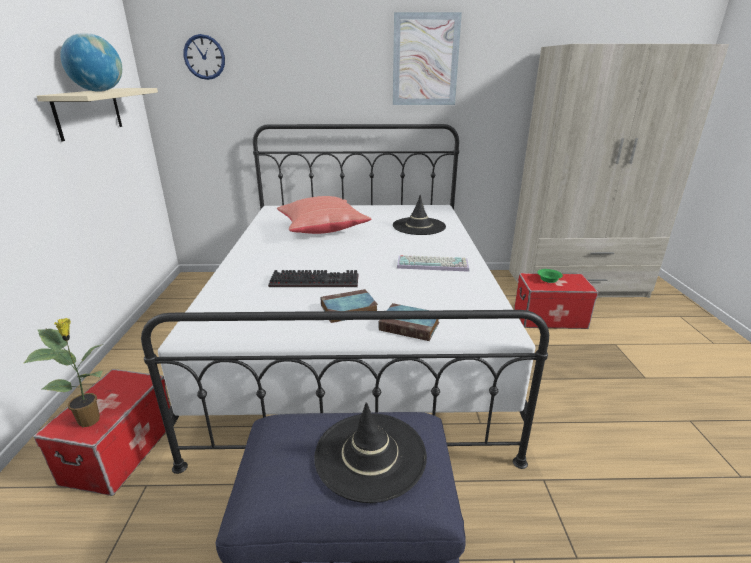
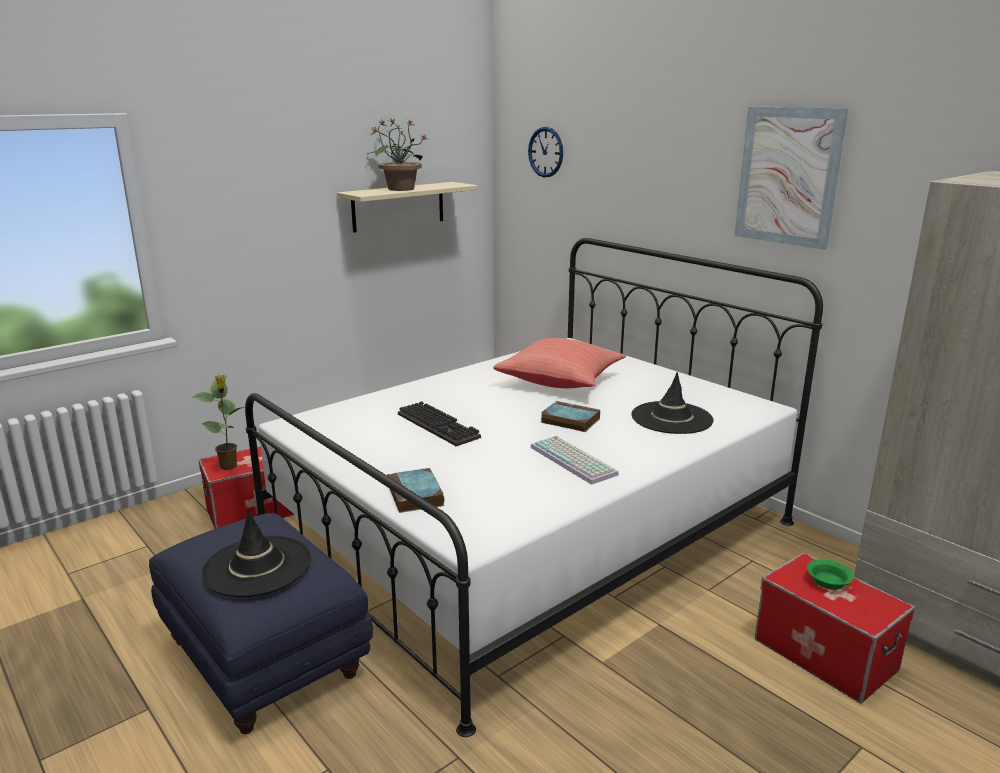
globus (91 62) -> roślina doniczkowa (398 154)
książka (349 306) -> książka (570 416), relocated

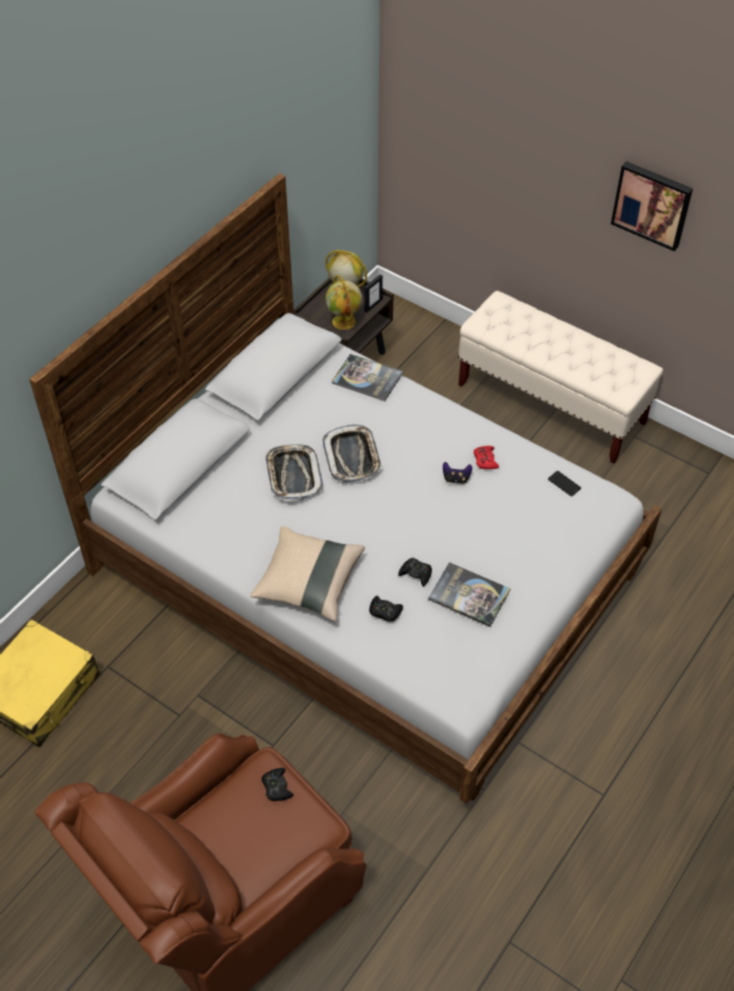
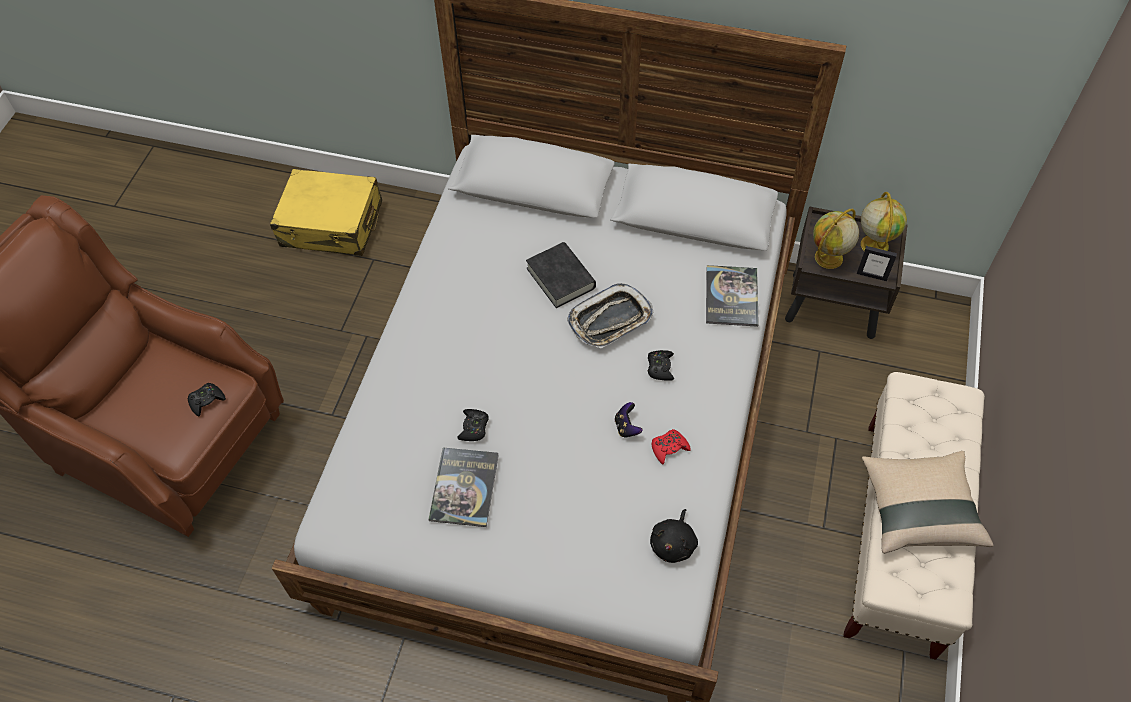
poduszka (beżowy) (307 573) -> poduszka (beżowy) (928 502), relocated
taca (294 473) -> książka (czarny) (561 275)
pad do gier (czarny) (386 609) -> pad do gier (czarny) (661 365), relocated
telefon (564 483) -> pluszak (czarny) (674 536)
obraz (652 206) -> none

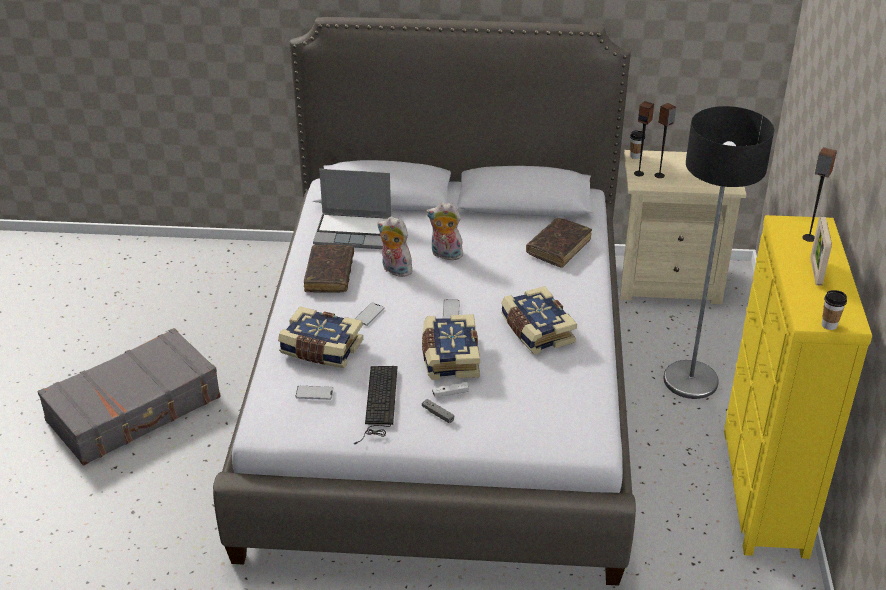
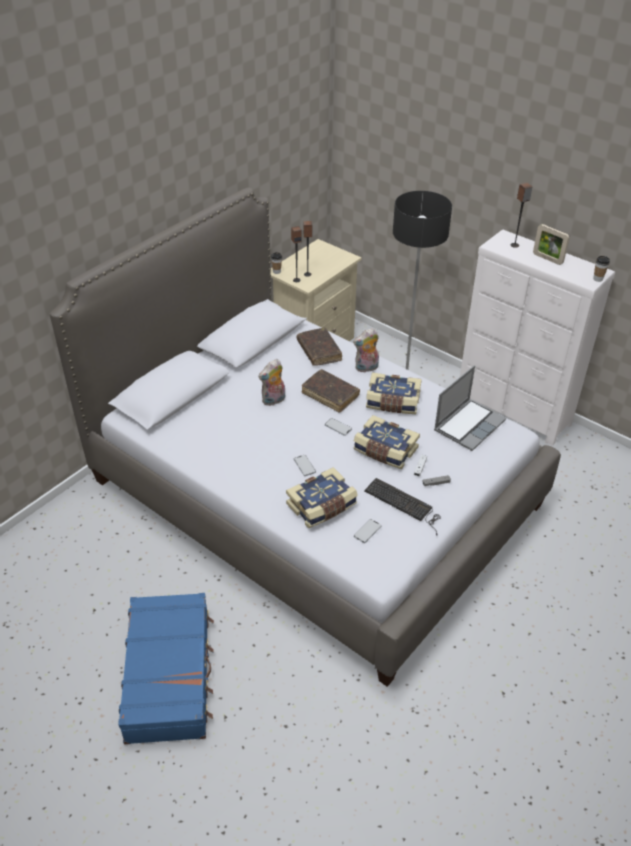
walizka (szary) (129 396) -> walizka (niebieski) (166 668)
książka (brązowy) (329 269) -> książka (brązowy) (331 391), relocated
laptop (352 209) -> laptop (470 408), relocated
pluszak (394 247) -> pluszak (366 350), relocated
komoda (żółty) (798 387) -> komoda (biały) (537 337)

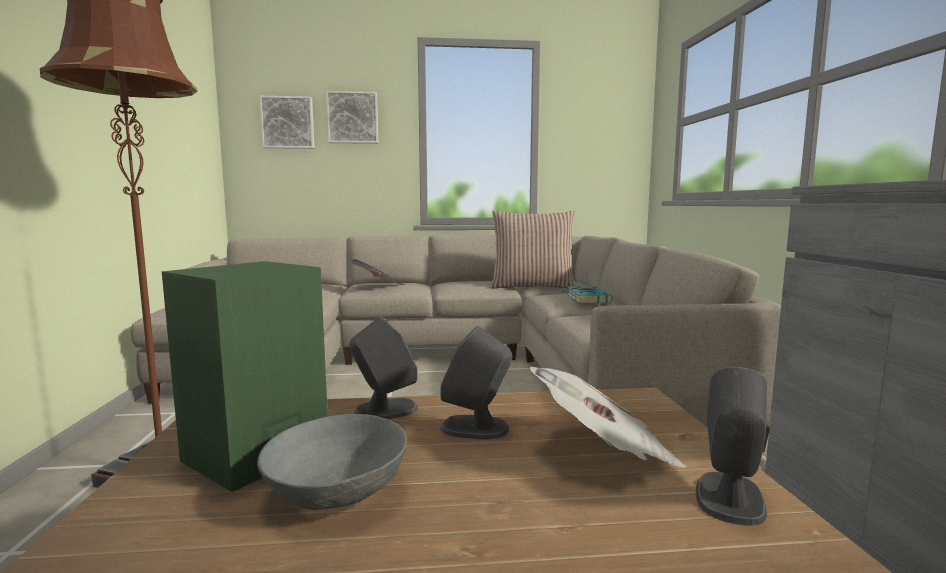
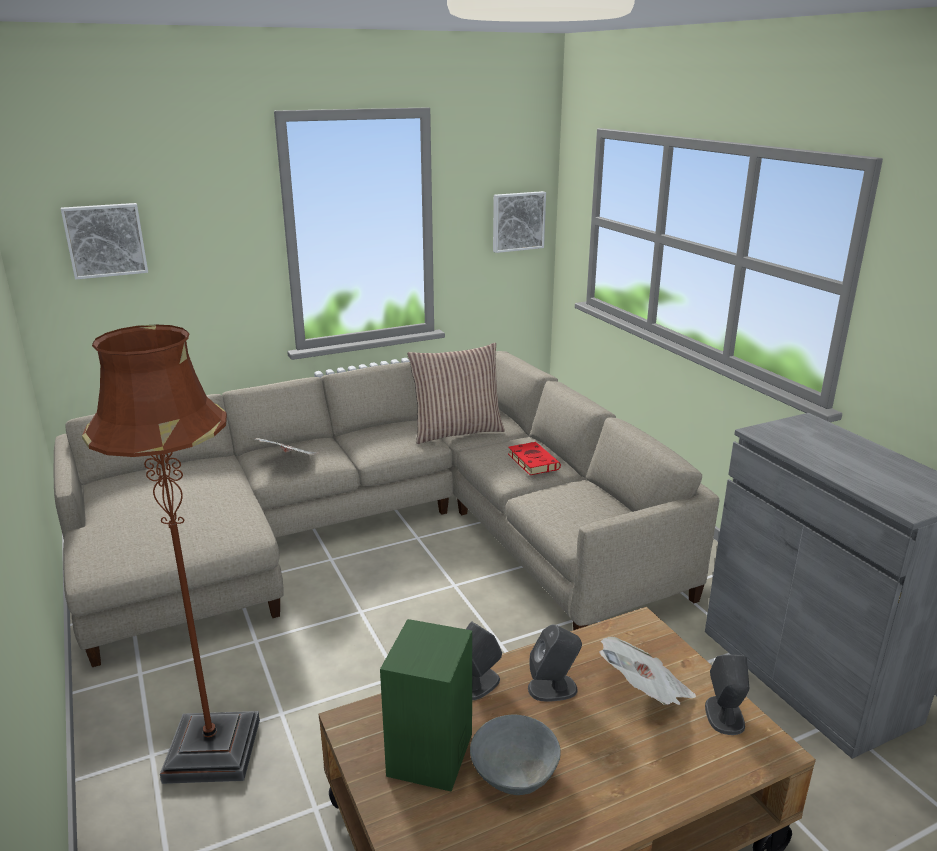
obraz (352 117) -> obraz (519 222), relocated
książka (turkusowy) (590 295) -> książka (czerwony) (534 458)

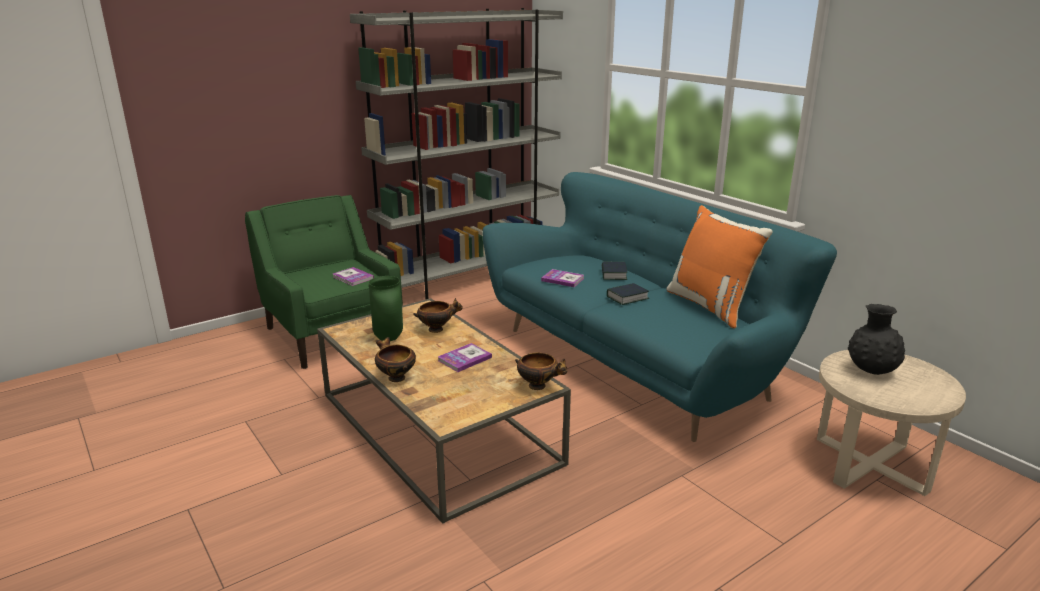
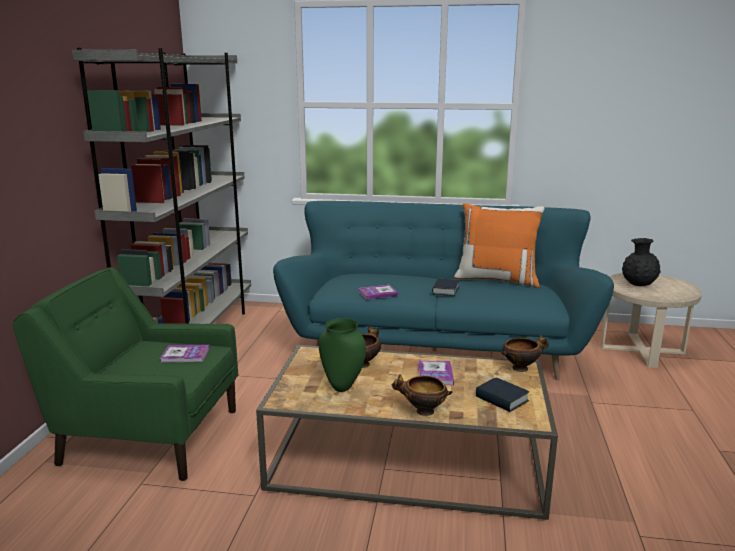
książka (614 271) -> książka (502 395), relocated

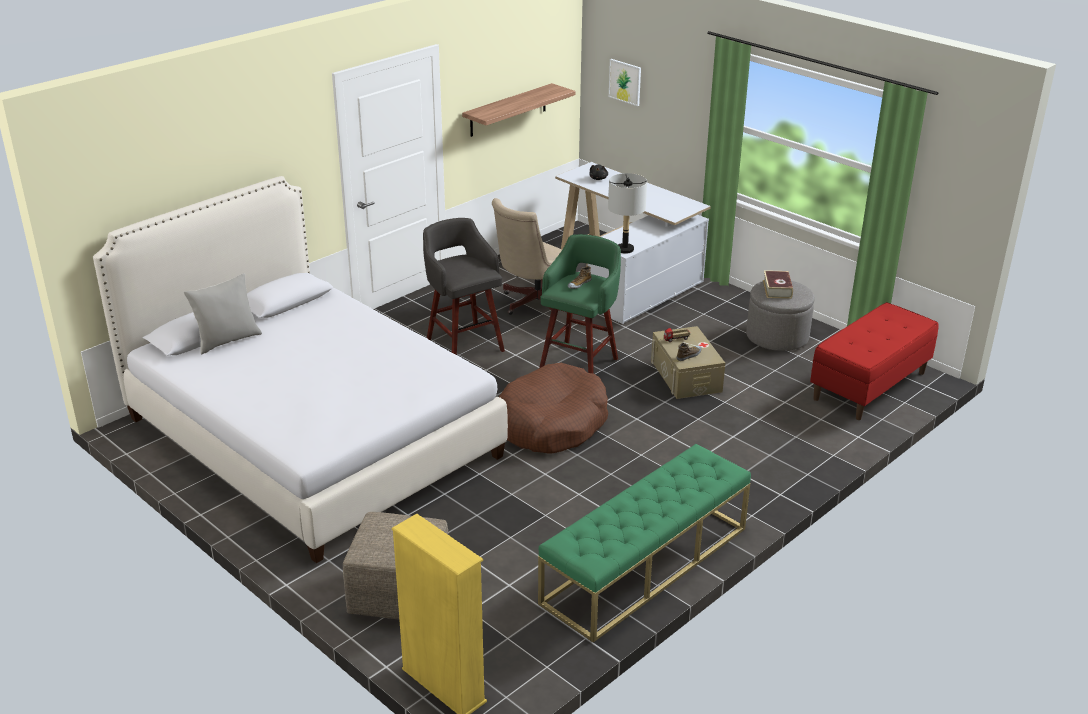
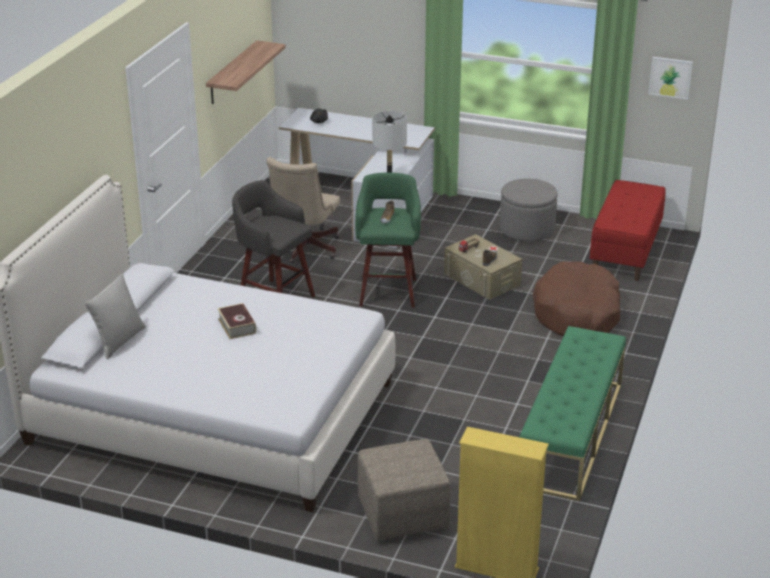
legowisko (brązowy) (553 408) -> legowisko (brązowy) (576 298), relocated
obraz (625 82) -> obraz (671 78), relocated
książka (778 284) -> książka (236 321), relocated

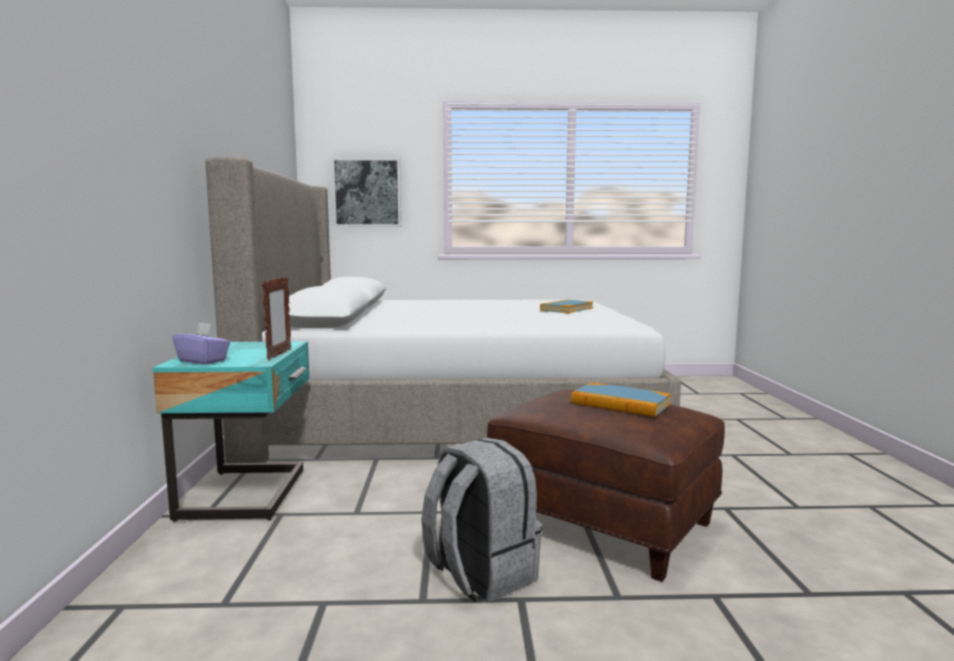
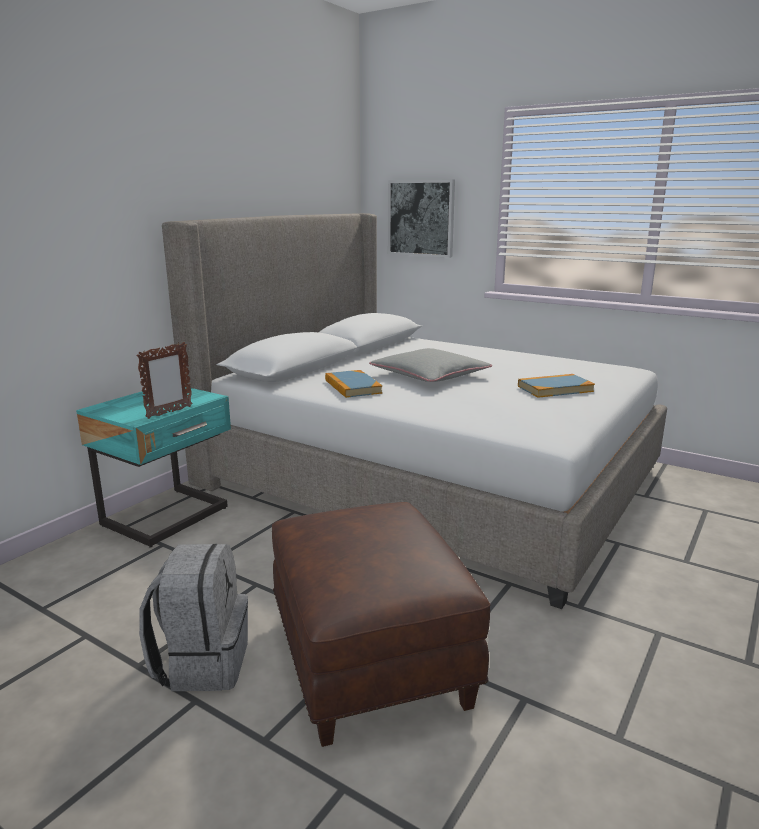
pudełko chusteczek (fioletowy) (201 343) -> none
książka (621 400) -> książka (354 384), relocated
none -> poduszka (szary) (430 365)

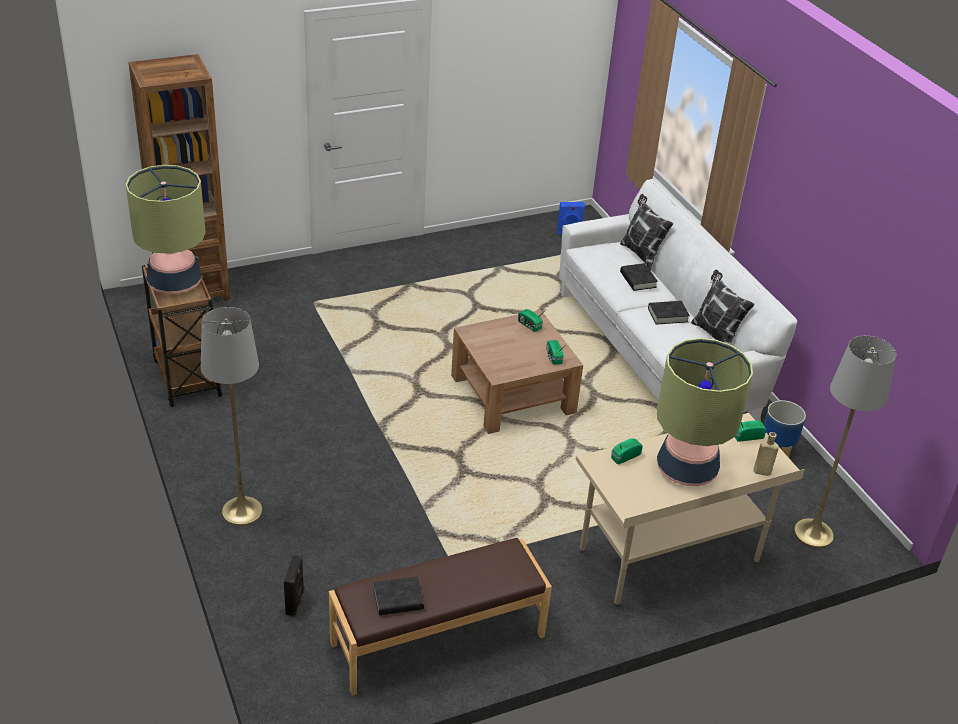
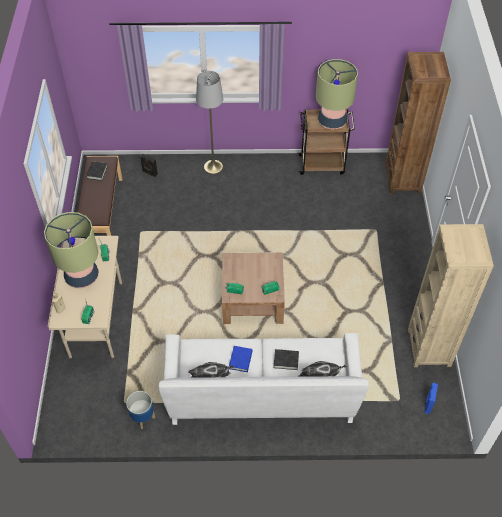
książka (czarny) (669 313) -> książka (niebieski) (241 359)
lampa stojąca (szary) (845 442) -> none
none -> regał (beżowy) (451 295)

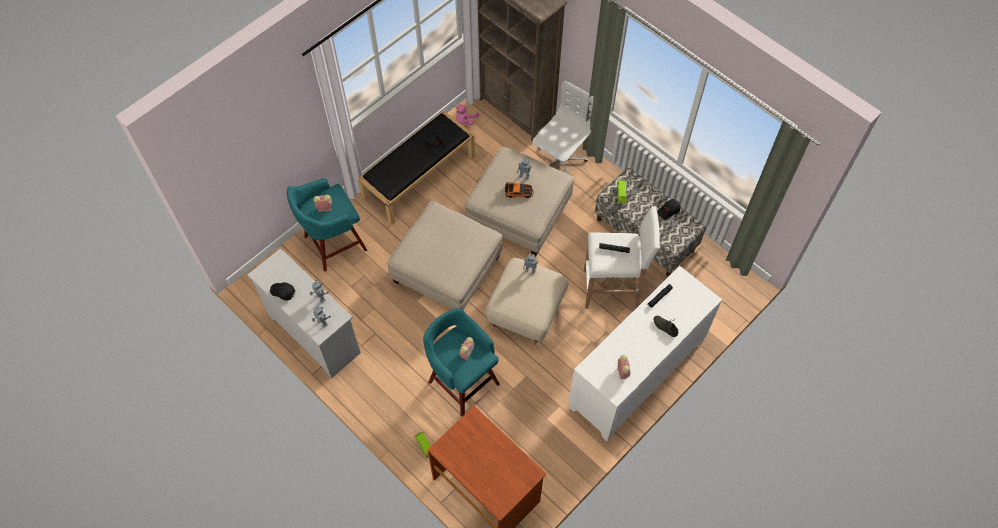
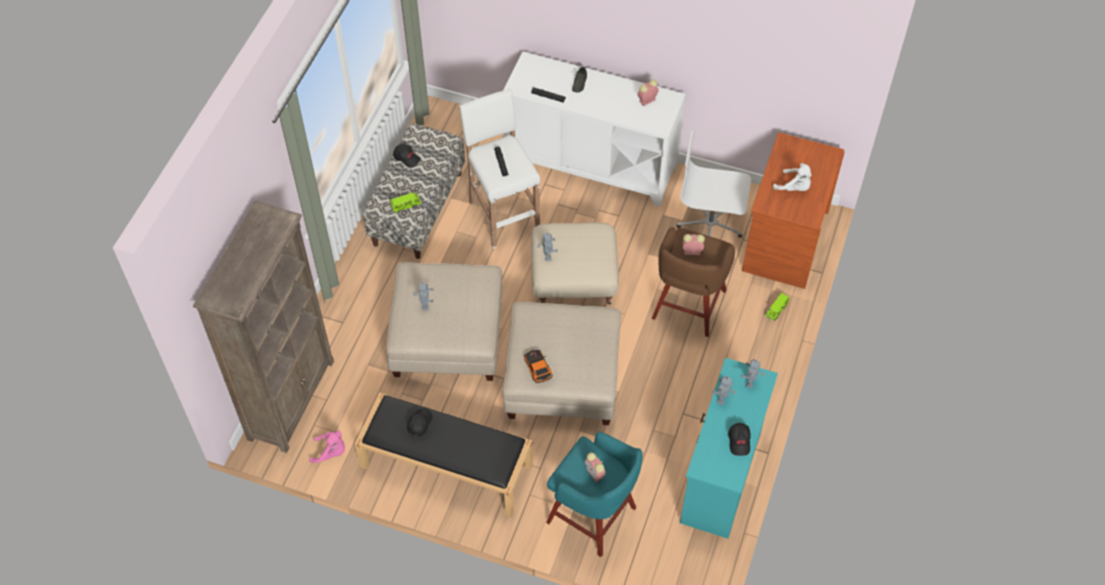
komoda (biały) (304 313) -> komoda (turkusowy) (729 448)
stołek (turkusowy) (461 362) -> stołek (brązowy) (693 282)
samochodzik (519 190) -> samochodzik (538 366), relocated
krzesło biurowe (biały) (563 127) -> krzesło biurowe (biały) (714 184), relocated
none -> pluszak (biały) (792 177)

